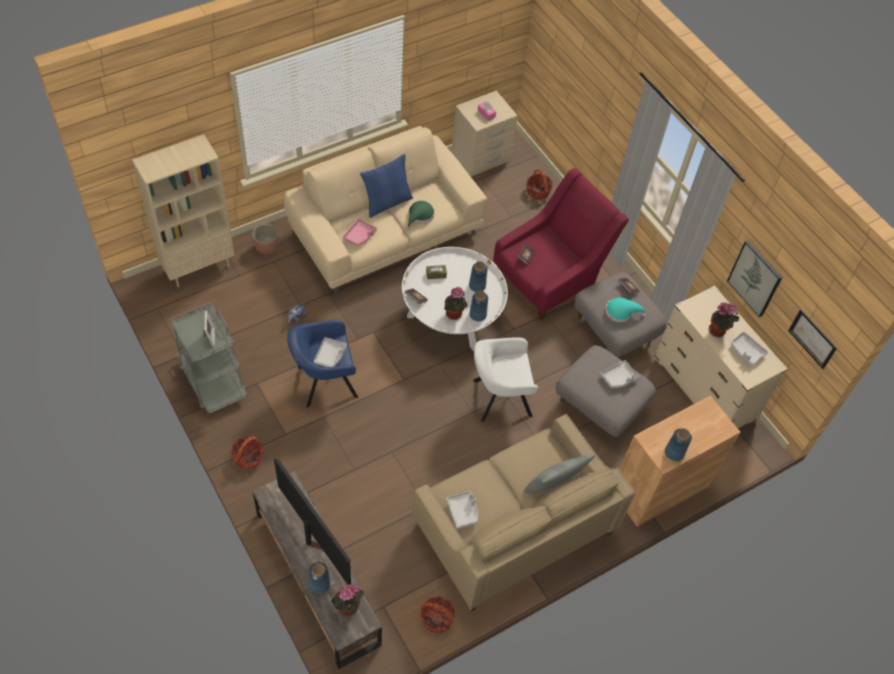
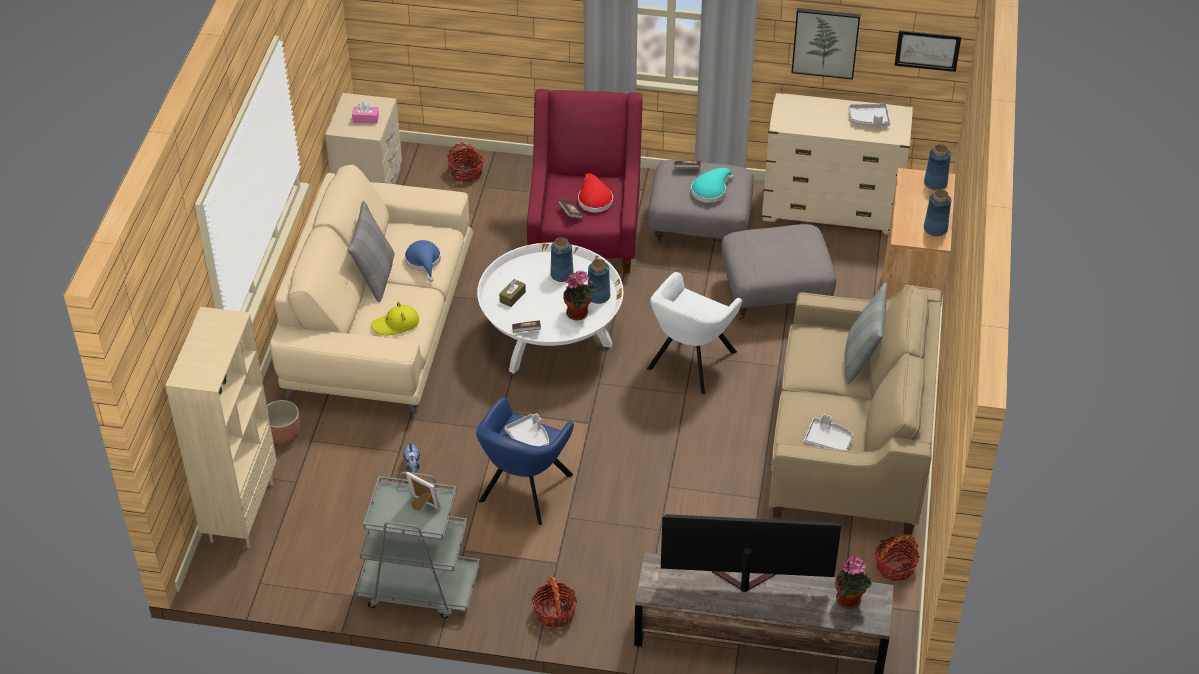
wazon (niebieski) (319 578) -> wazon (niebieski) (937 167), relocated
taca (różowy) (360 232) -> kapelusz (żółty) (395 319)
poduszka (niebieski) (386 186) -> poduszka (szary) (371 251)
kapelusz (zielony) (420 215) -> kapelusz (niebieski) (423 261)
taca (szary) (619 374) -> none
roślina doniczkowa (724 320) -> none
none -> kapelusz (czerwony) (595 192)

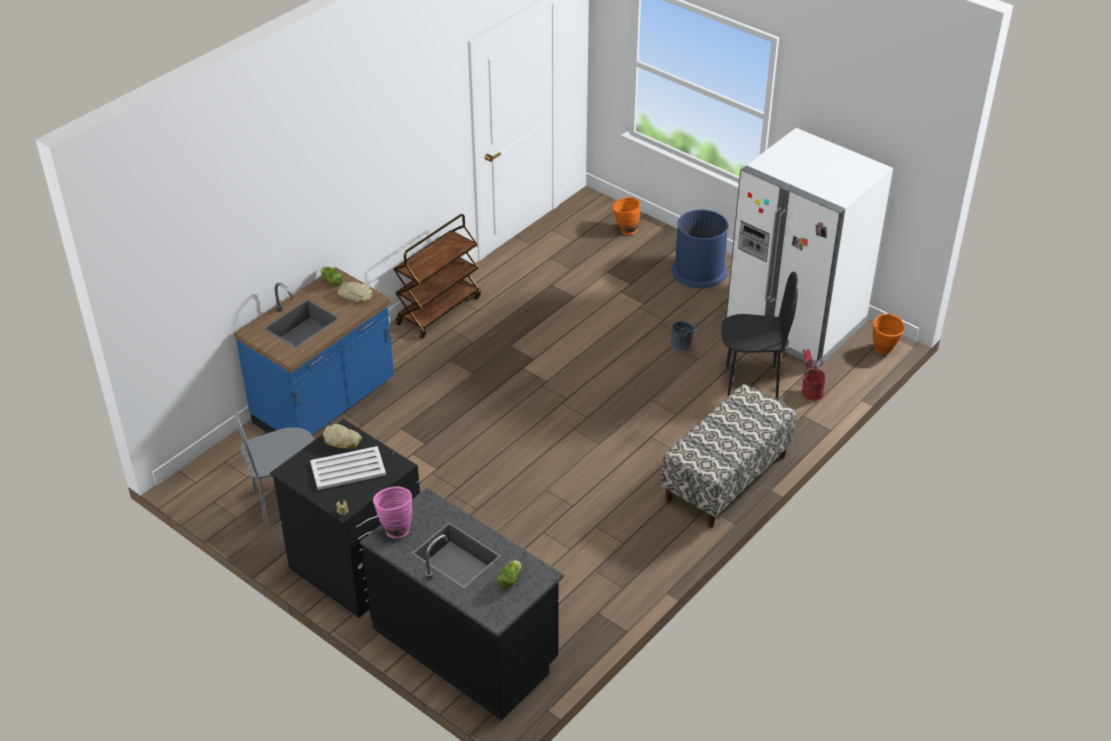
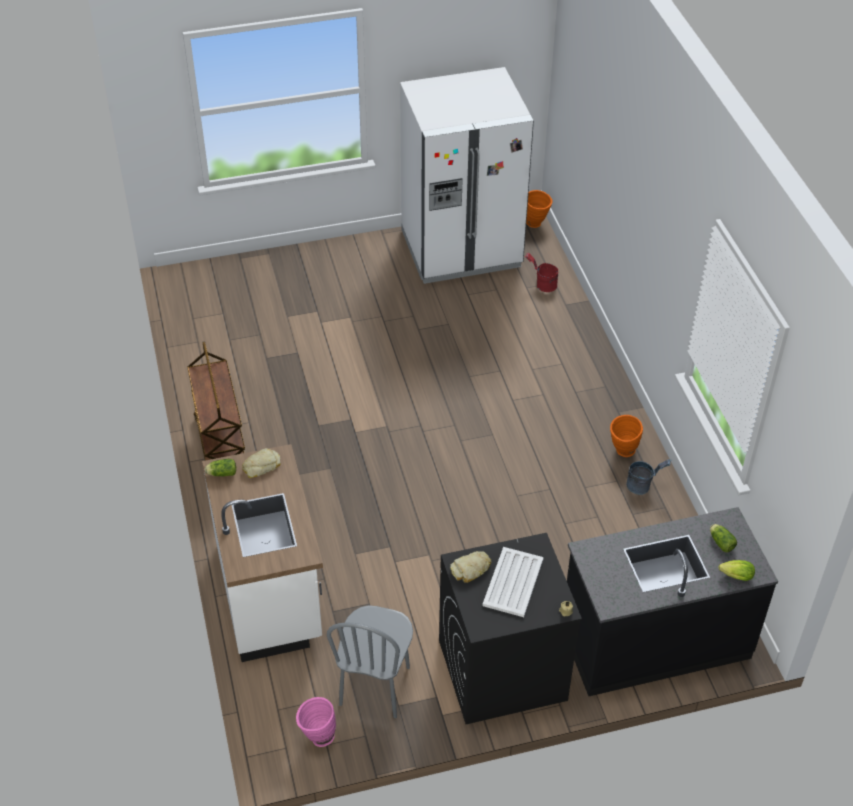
zabudowa kuchenna (niebieski) (314 351) -> zabudowa kuchenna (biały) (262 553)
wazon (różowy) (392 512) -> wazon (różowy) (316 722), relocated
wazon (pomarańczowy) (626 216) -> wazon (pomarańczowy) (626 436), relocated
ławka (728 456) -> none
wiadro (szary) (684 336) -> wiadro (szary) (648 477), relocated
kosz na śmieci (niebieski) (700 248) -> none
krzesło (czarny) (759 335) -> none
none -> sałata (737 570)

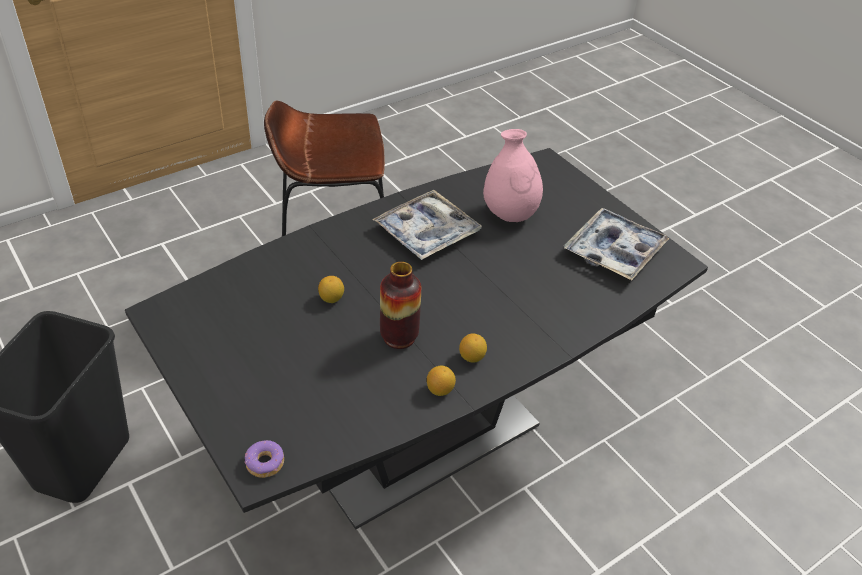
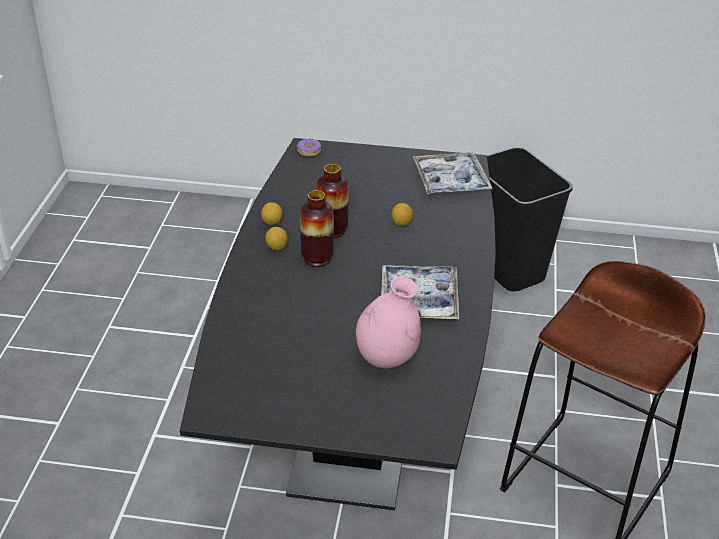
taca (617 244) -> taca (452 173), relocated
none -> wazon (317 228)

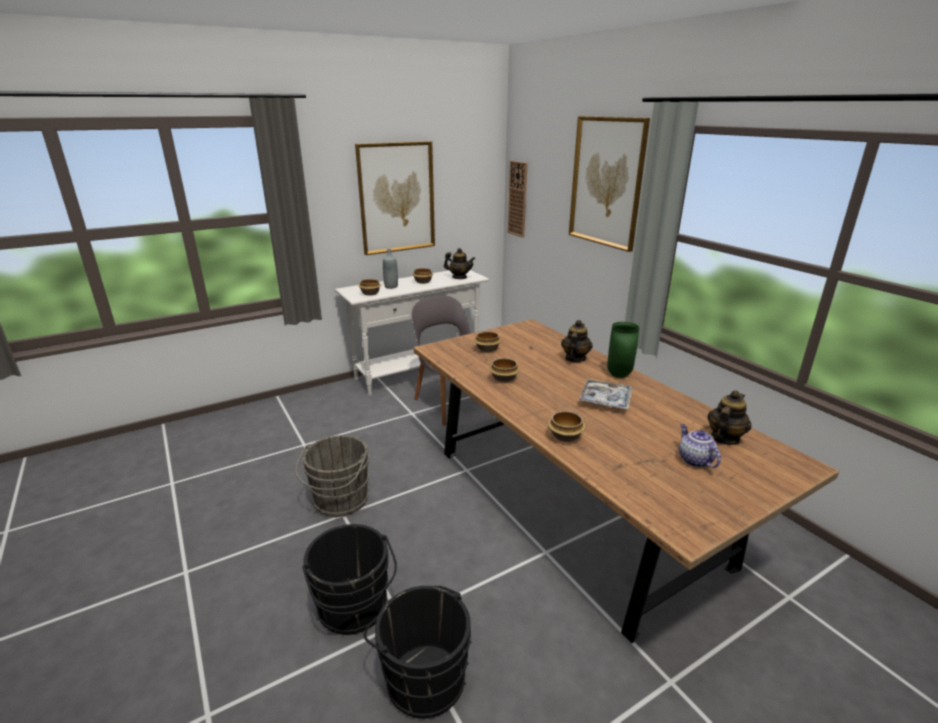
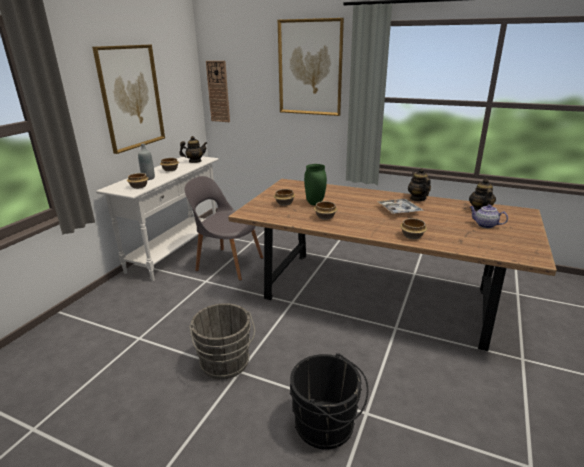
wiadro (czarny) (418 652) -> none
imbryk (577 341) -> imbryk (419 184), relocated
wazon (zielony) (623 350) -> wazon (zielony) (315 184), relocated

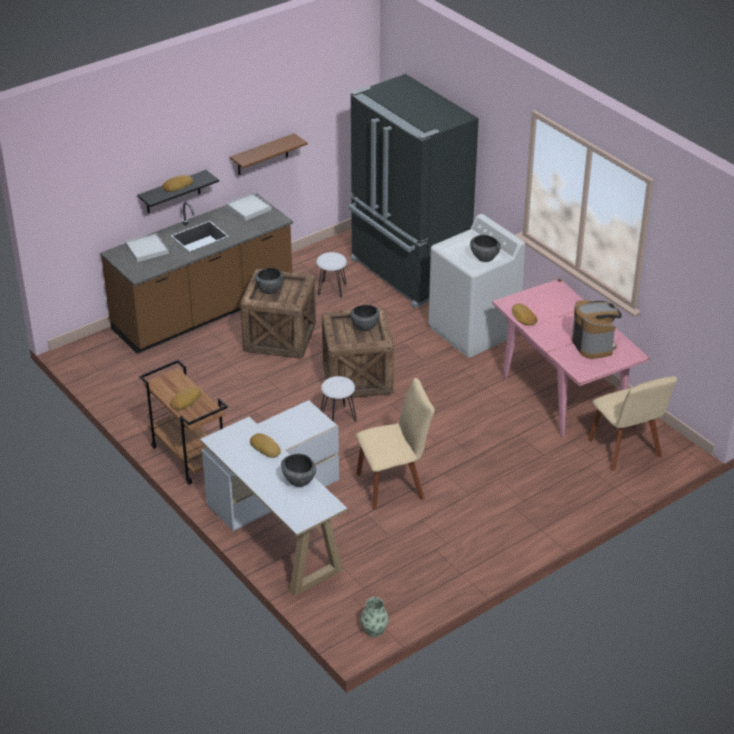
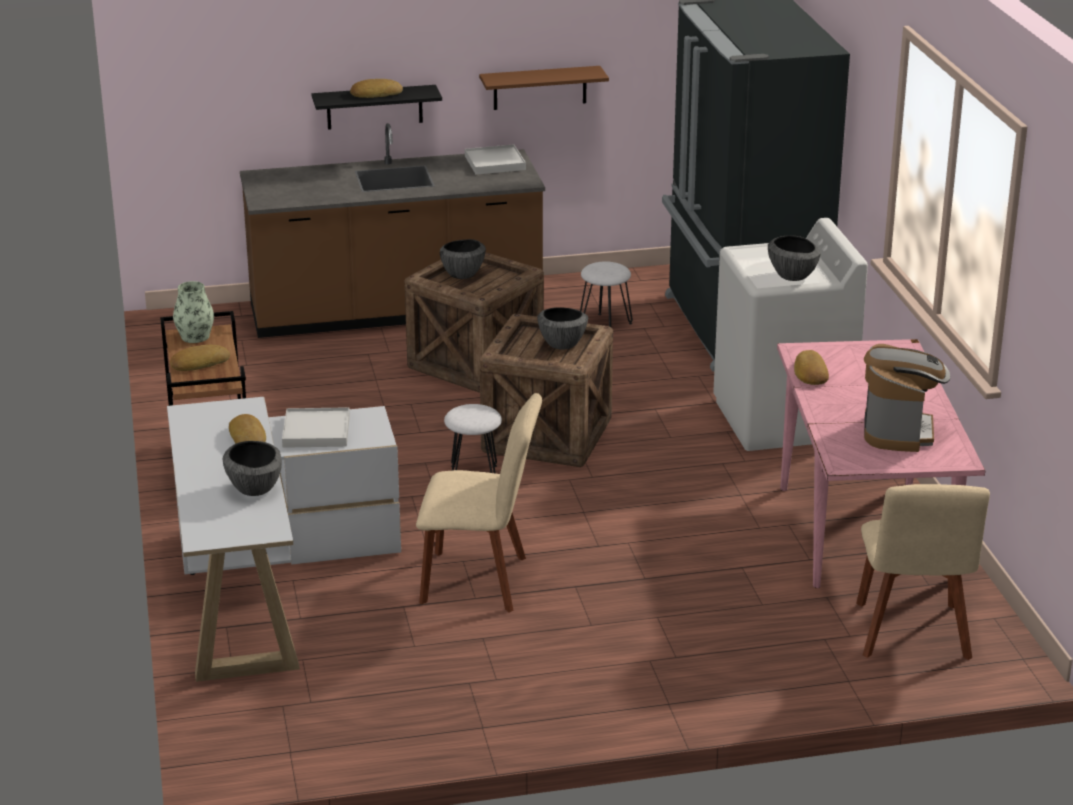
taca (biały) (147 247) -> taca (biały) (316 427), relocated
wazon (375 617) -> wazon (193 312), relocated

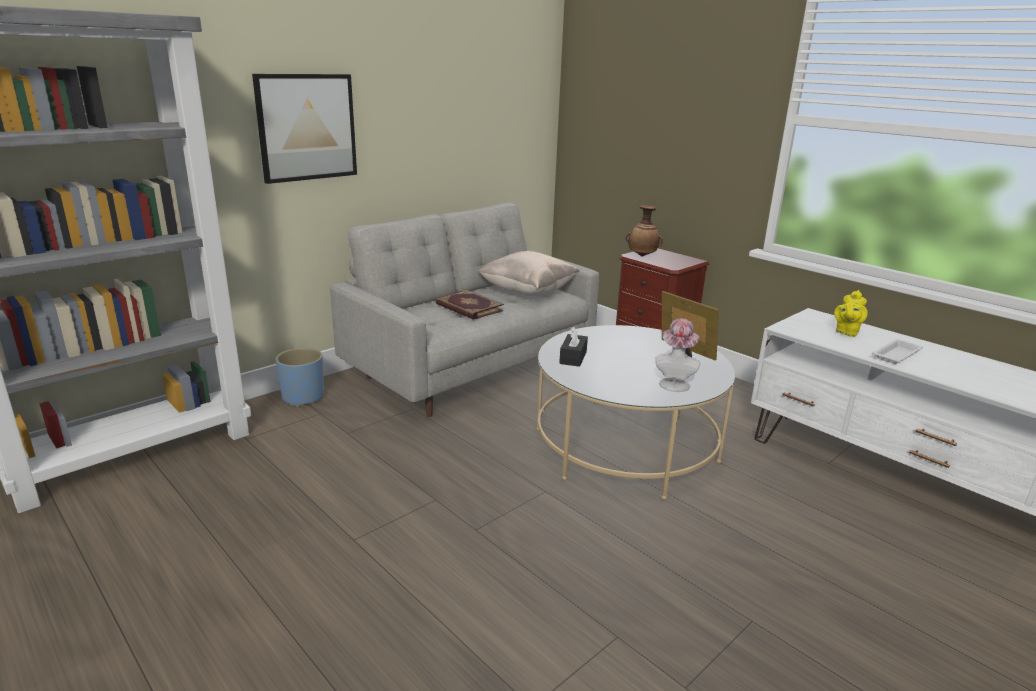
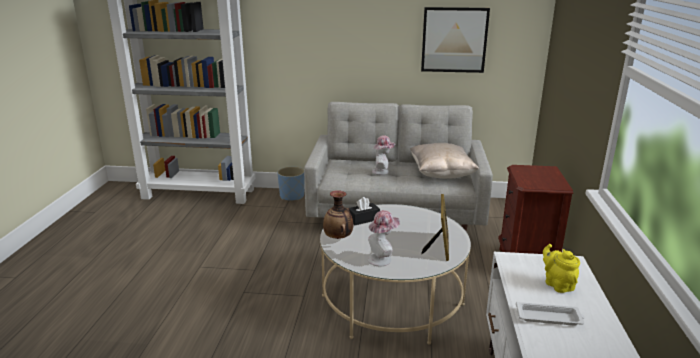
obraz (304 129) -> obraz (455 40), relocated
książka (470 305) -> kapelusz (384 155)
wazon (644 231) -> wazon (338 214), relocated
imbryk (żółty) (851 313) -> imbryk (żółty) (561 268), 75 degrees clockwise

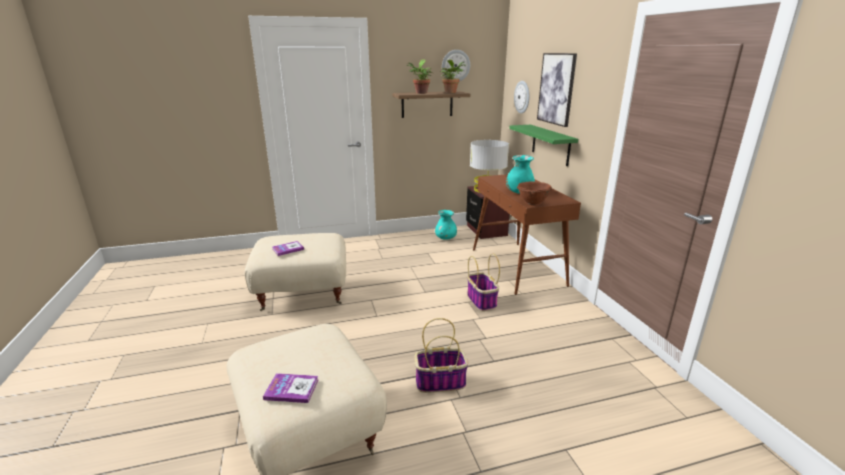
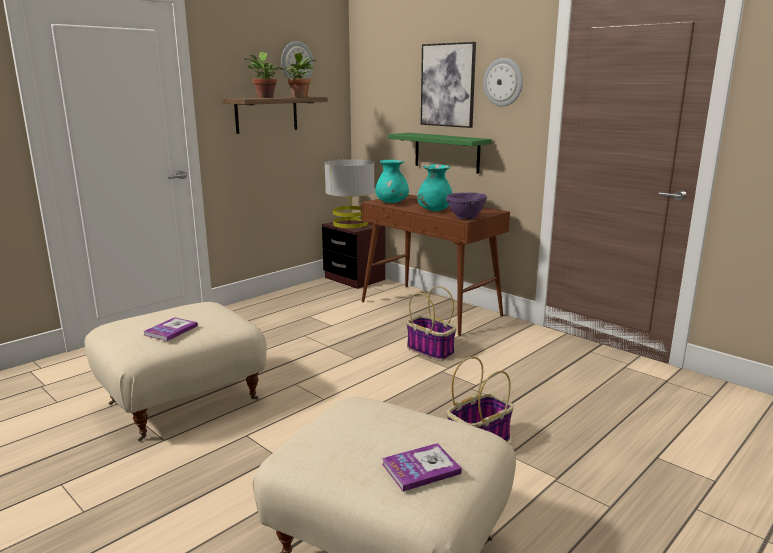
wazon (turkusowy) (446 225) -> wazon (turkusowy) (392 181), relocated
zegar ścienny (522 97) -> zegar ścienny (503 82), relocated
miska (brązowy) (534 193) -> miska (fioletowy) (466 205)

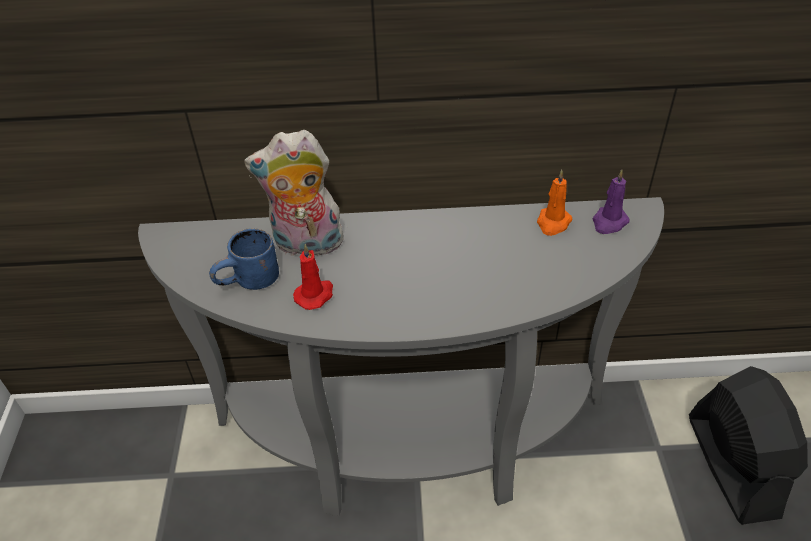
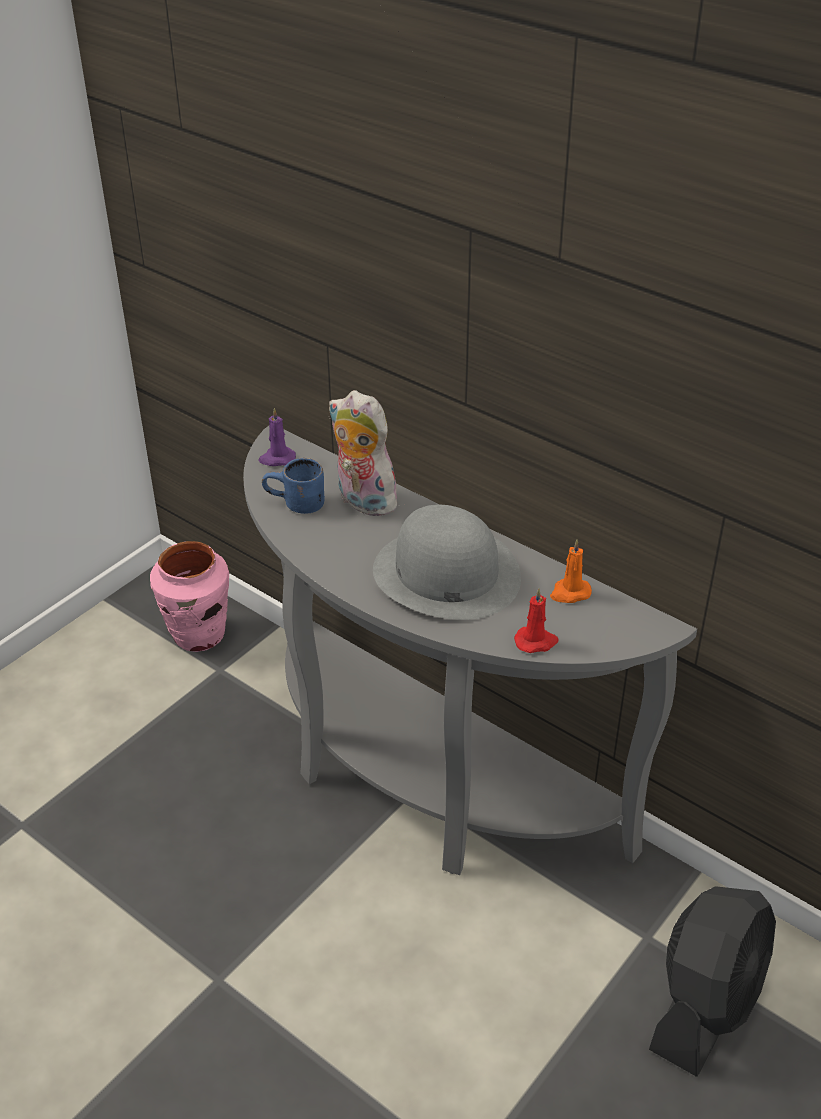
świeca (czerwony) (313 277) -> świeca (czerwony) (536 620), relocated
świeca (fioletowy) (611 201) -> świeca (fioletowy) (277 437), relocated
none -> wazon (różowy) (189 596)
none -> kapelusz (szary) (447 562)

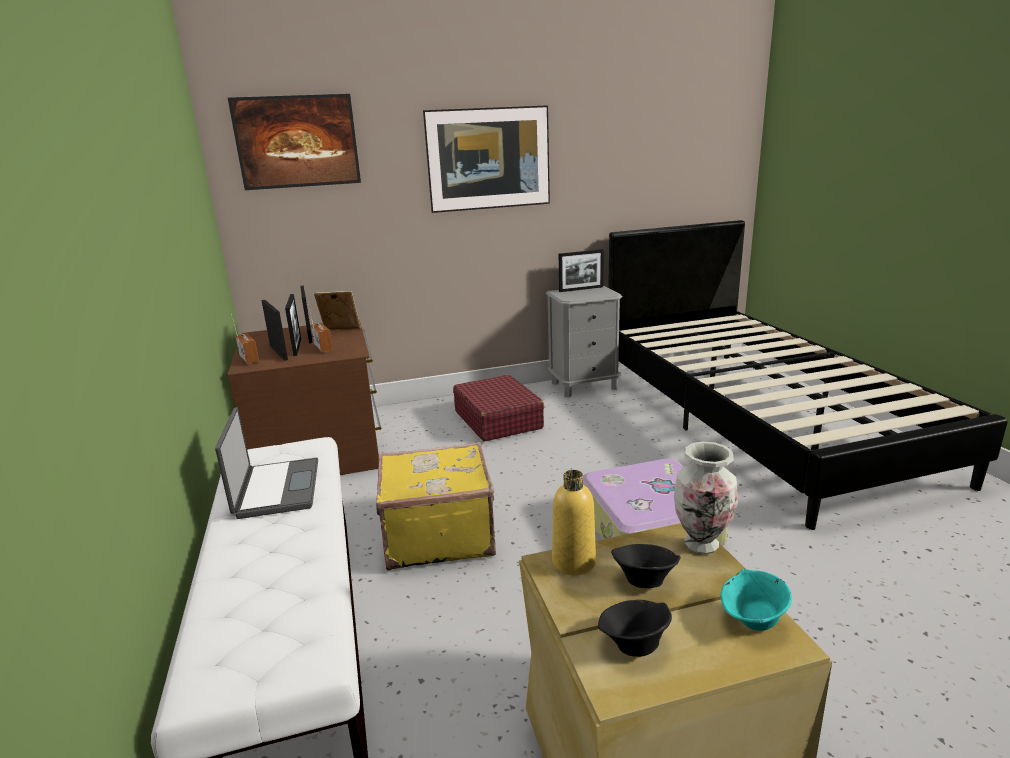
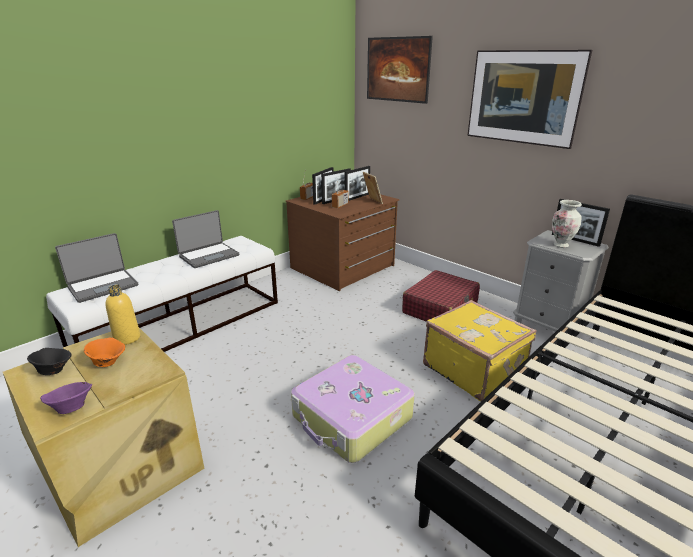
walizka (żółty) (436 506) -> walizka (żółty) (479 351), relocated
miska (czarny) (646 566) -> miska (pomarańczowy) (104 352)
wazon (706 498) -> wazon (567 224), relocated
miska (turkusowy) (756 600) -> miska (fioletowy) (66 398)
none -> laptop (96 268)

